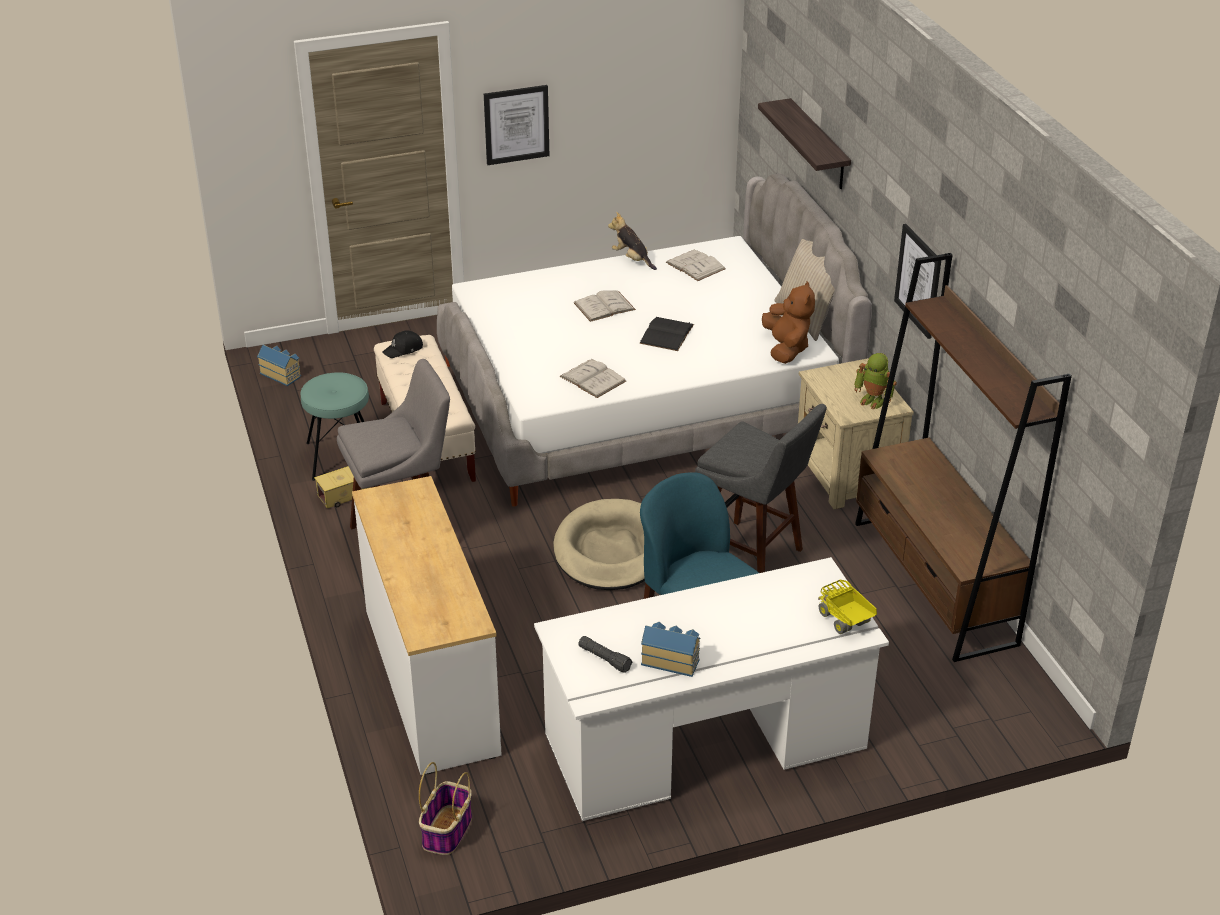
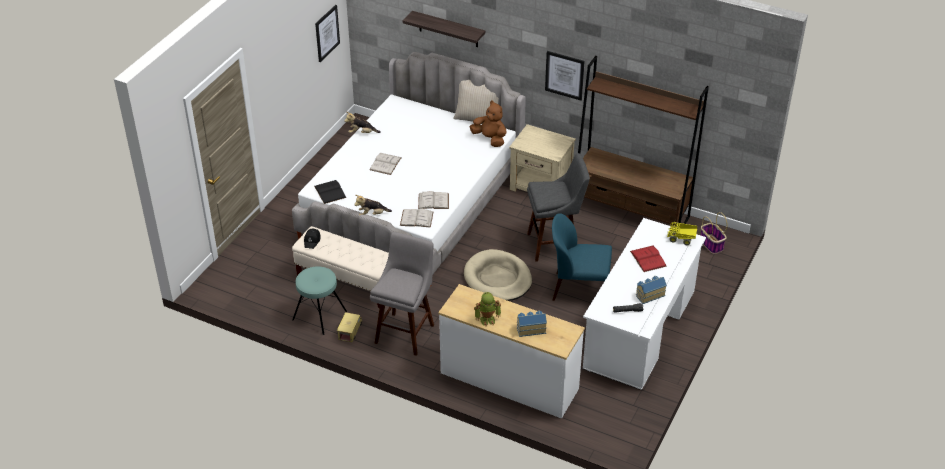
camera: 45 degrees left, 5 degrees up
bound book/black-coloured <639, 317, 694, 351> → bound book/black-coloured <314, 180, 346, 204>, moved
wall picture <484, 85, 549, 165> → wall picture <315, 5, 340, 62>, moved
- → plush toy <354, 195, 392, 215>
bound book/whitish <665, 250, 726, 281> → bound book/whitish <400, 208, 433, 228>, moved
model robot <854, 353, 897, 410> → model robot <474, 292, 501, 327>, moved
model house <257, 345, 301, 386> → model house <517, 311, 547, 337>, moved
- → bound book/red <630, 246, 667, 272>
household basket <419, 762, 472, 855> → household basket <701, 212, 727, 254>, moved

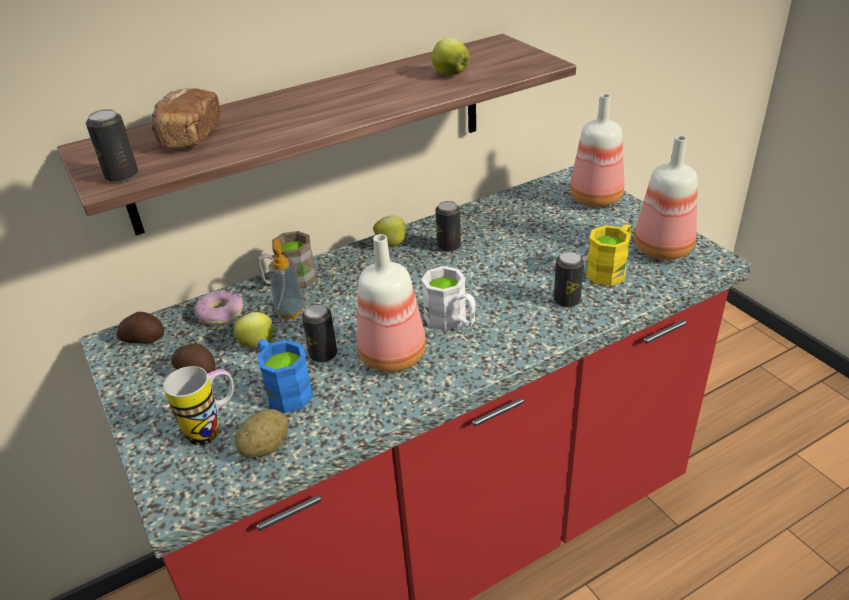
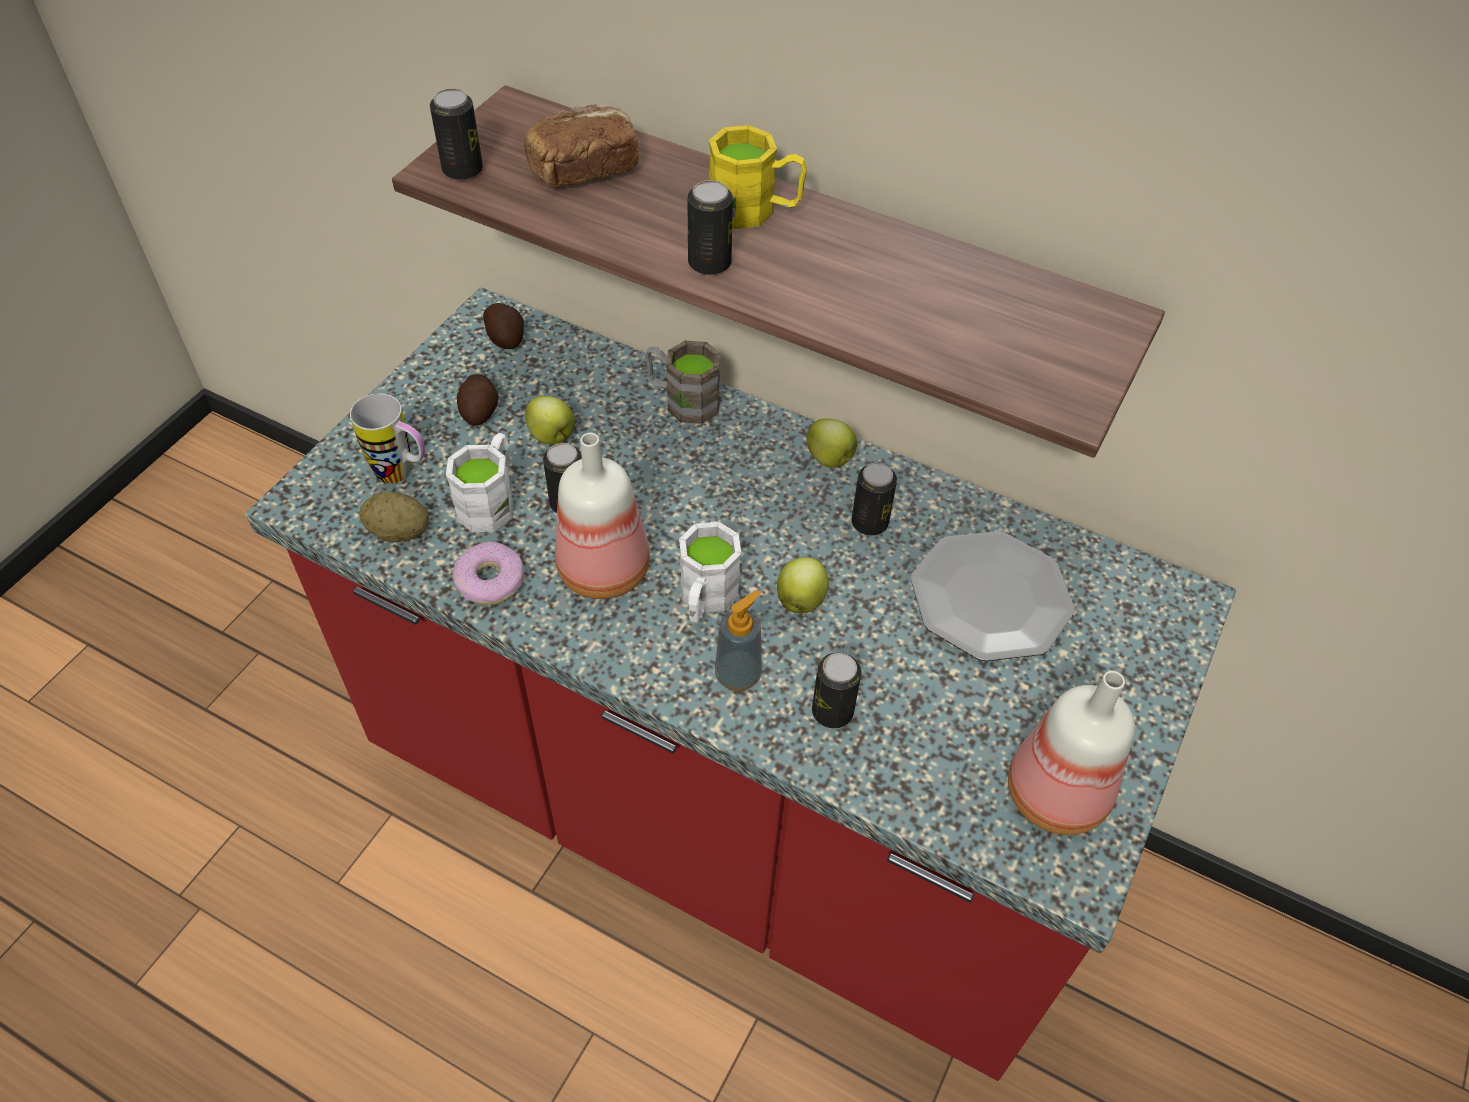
camera: 55 degrees right, 15 degrees up
coffee mug/blue-coloured <257, 339, 314, 413> → coffee mug/whitish <446, 433, 514, 532>
ring doughnut <194, 290, 243, 325> → ring doughnut <452, 541, 524, 605>, moved
- → can <687, 180, 733, 275>
coffee mug/yellowish <586, 224, 631, 286> → coffee mug/yellowish <709, 125, 807, 229>, moved
soap dispenser <268, 238, 304, 319> → soap dispenser <715, 590, 762, 692>, moved
apple fruit <432, 37, 469, 76> → apple fruit <777, 557, 829, 613>, moved
- → plate <911, 531, 1075, 661>
beverage bottle <570, 94, 624, 207> → -

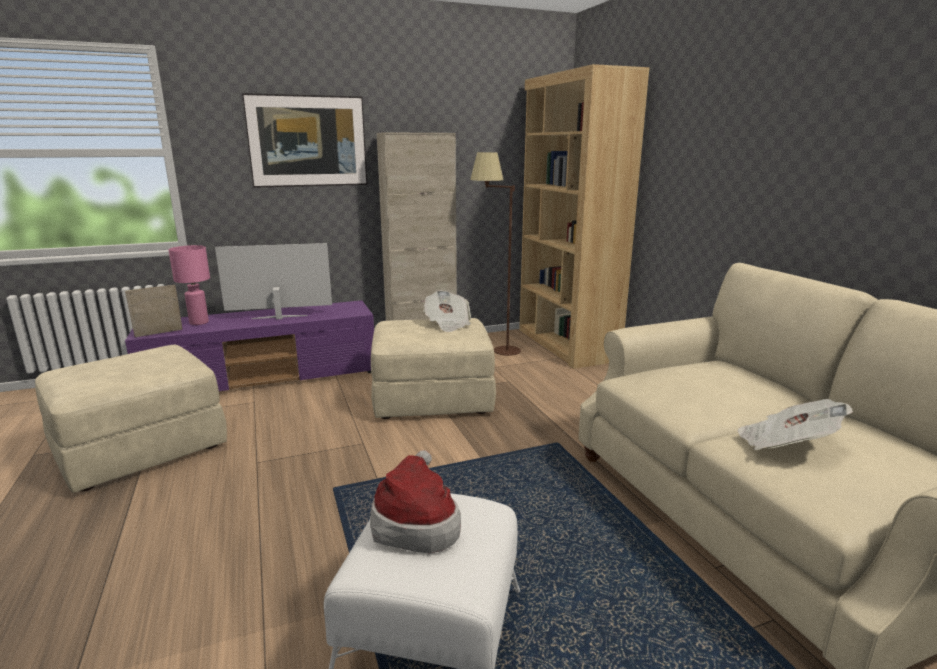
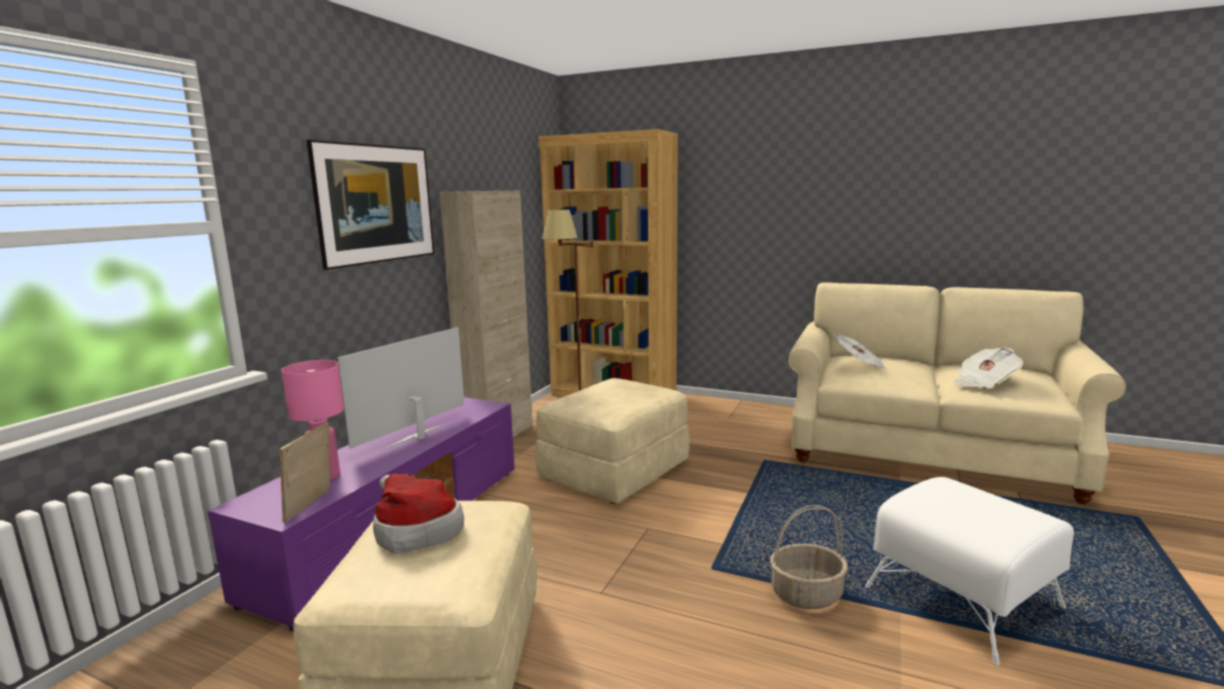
camera: 45 degrees left, 5 degrees down
wearable hat <370, 450, 461, 553> → wearable hat <373, 473, 464, 555>, moved
- → household basket <770, 505, 848, 609>
daily paper <423, 290, 471, 332> → daily paper <834, 334, 887, 370>, moved

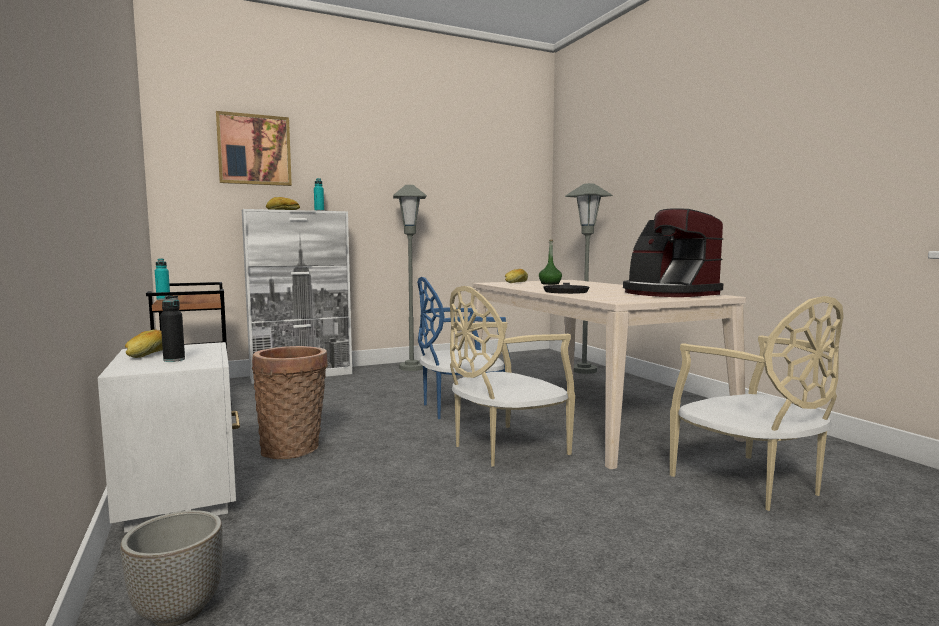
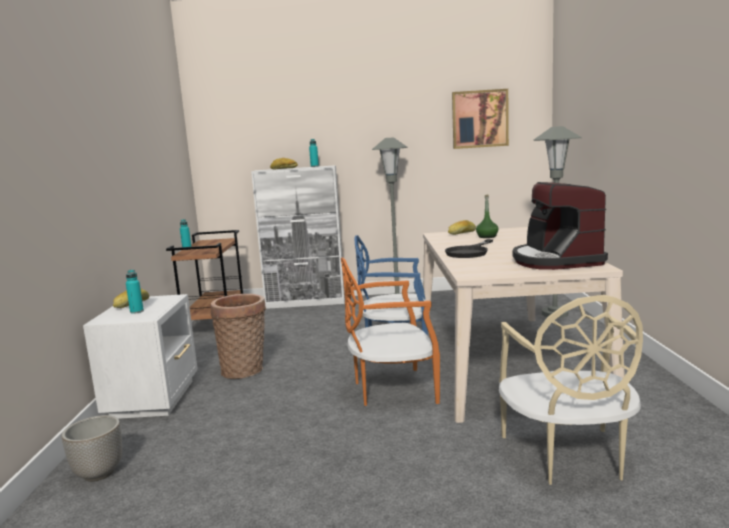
camera: 25 degrees right, 5 degrees up
beverage bottle/black-coloured <160, 295, 185, 362> → beverage bottle/blue-green <126, 270, 144, 314>
plain chair/sand-coloured <450, 286, 575, 467> → plain chair/orange-coloured <341, 258, 440, 406>
wall picture <216, 111, 292, 186> → wall picture <452, 89, 509, 149>, moved

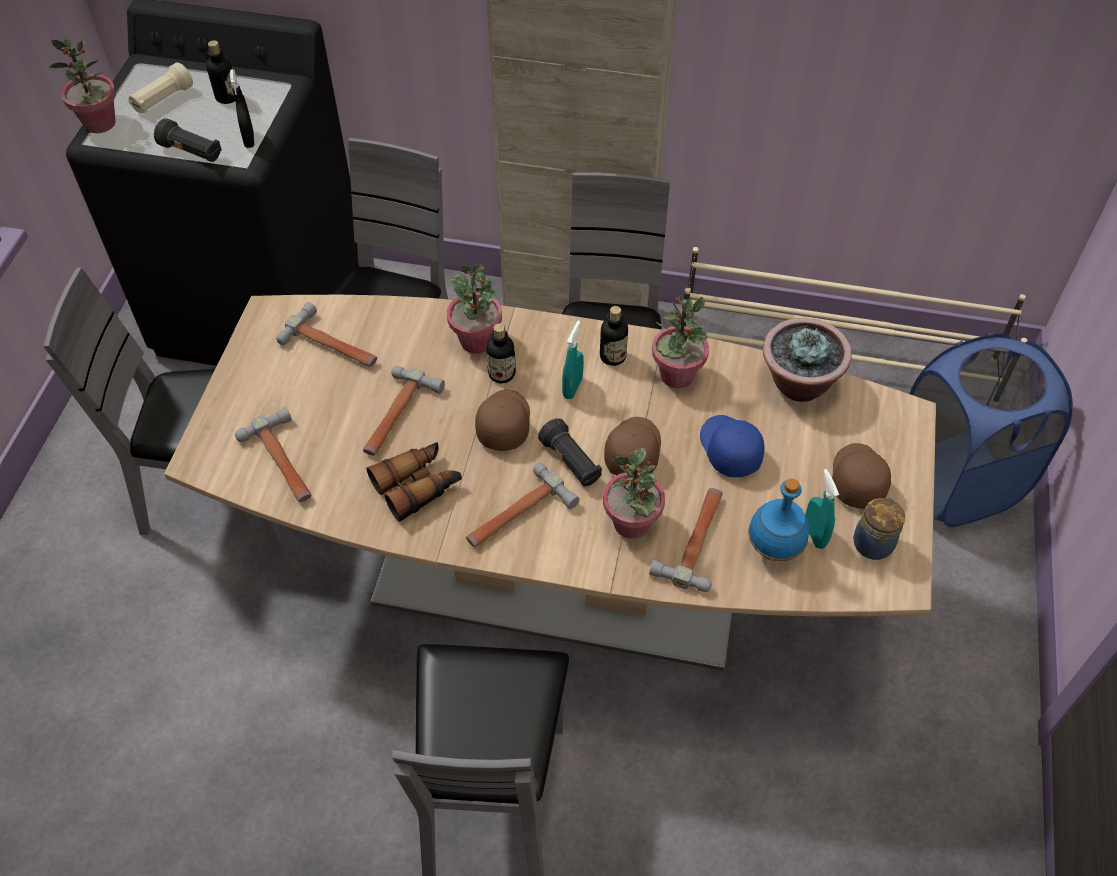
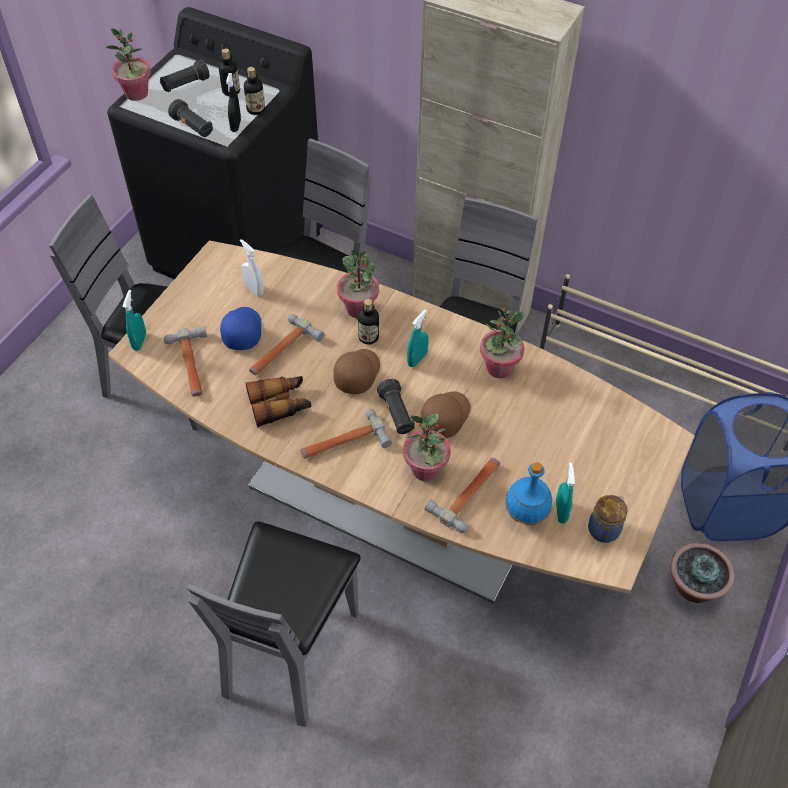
camera: 15 degrees right, 0 degrees up
- → sprayer/blue-green <123, 290, 146, 351>
hand torch/sand-coloured <129, 63, 193, 113> → hand torch/black-coloured <160, 59, 210, 92>
peaked cap/blue-coloured <700, 415, 765, 477> → peaked cap/blue-coloured <220, 307, 262, 350>, moved
tool hammer <276, 302, 377, 367> → sprayer/whitish <240, 239, 264, 296>
beverage bottle <600, 306, 628, 366> → beverage bottle <244, 67, 265, 115>, moved
houseplant <763, 318, 852, 402> → houseplant <670, 543, 734, 603>, moved
peaked cap/brownish <832, 443, 891, 509> → -

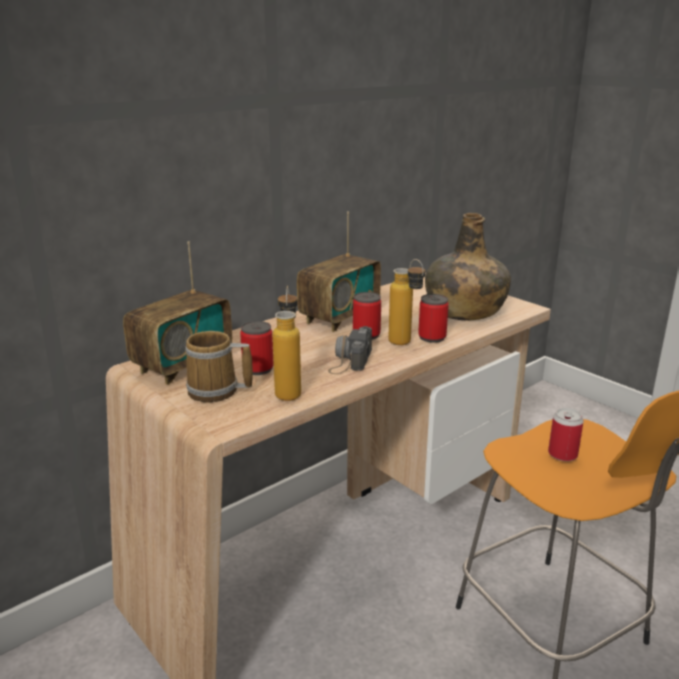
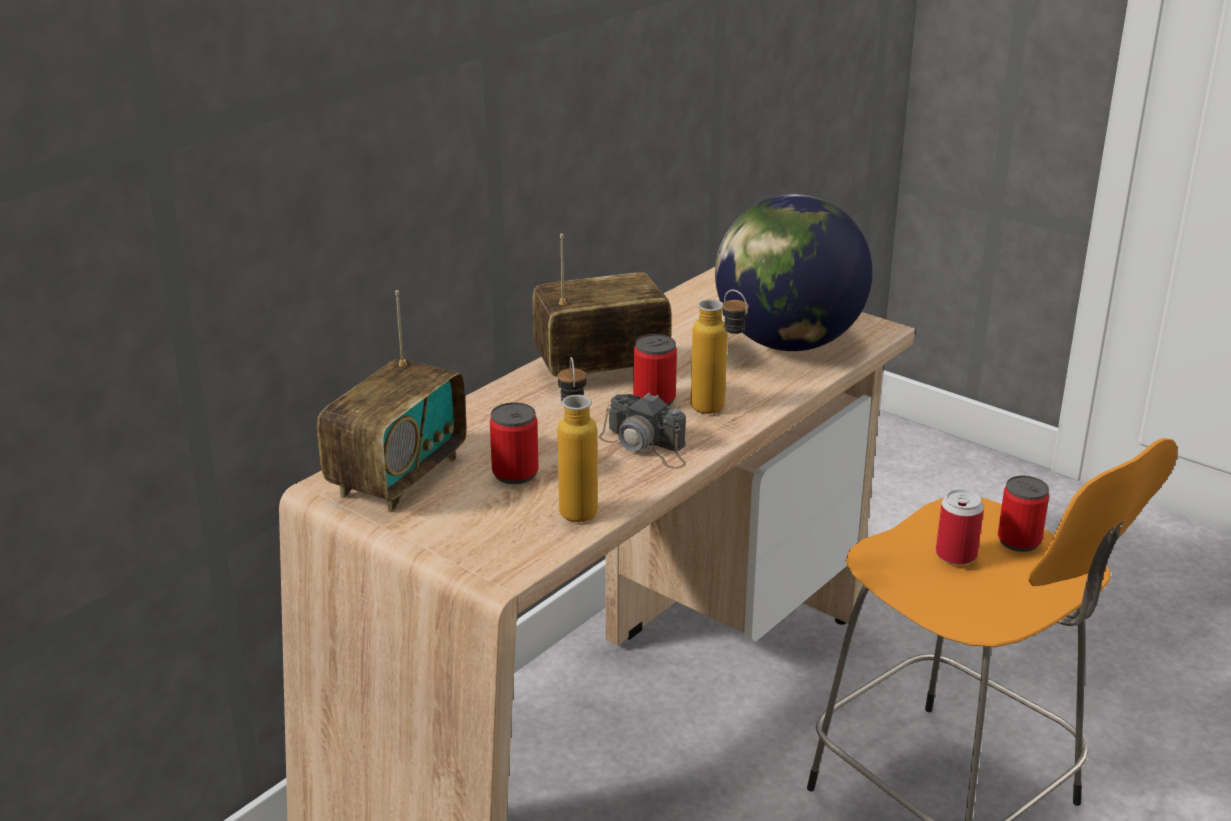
camera: 10 degrees left, 5 degrees up
radio set <297, 211, 381, 332> → radio set <532, 234, 671, 388>, 135 degrees counterclockwise
still camera <328, 326, 372, 374> → still camera <599, 392, 686, 469>, 60 degrees counterclockwise
beverage bottle/greenish <425, 213, 511, 321> → globe <715, 194, 872, 351>
can <418, 294, 449, 343> → can <998, 476, 1049, 552>, moved
coffee mug <185, 331, 253, 402> → -

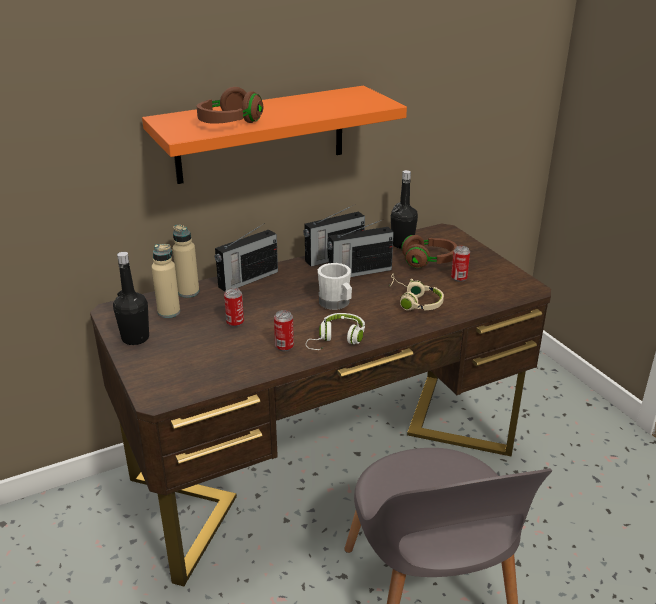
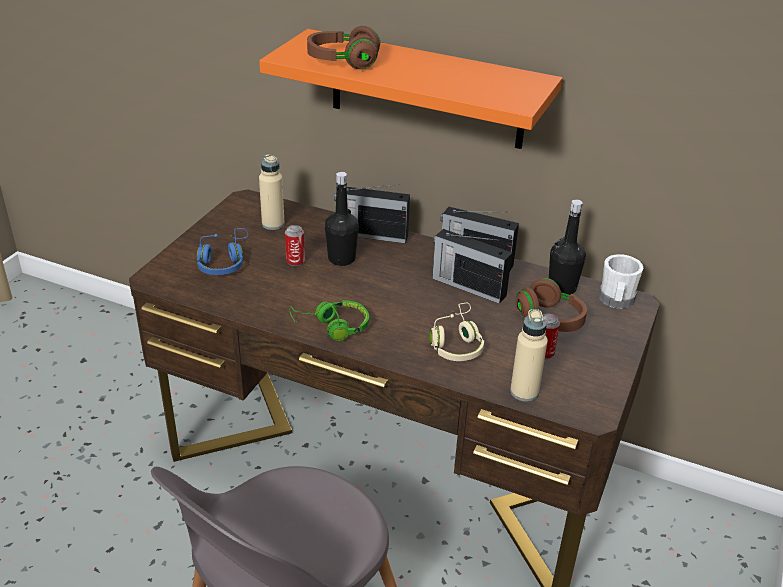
camera: 50 degrees right, 5 degrees up
- → headphones/blue-coloured <197, 228, 248, 275>
headphones/whitish <305, 313, 365, 350> → headphones/greenish <290, 300, 369, 341>
beverage bottle/black-coloured <113, 252, 149, 345> → beverage bottle/black-coloured <325, 172, 359, 266>, moved
beverage bottle/sand-coloured <173, 224, 199, 298> → beverage bottle/sand-coloured <510, 309, 548, 402>, moved
coffee mug/whitish <318, 263, 352, 310> → coffee mug/whitish <599, 254, 644, 309>, moved
can <274, 310, 294, 351> → -

